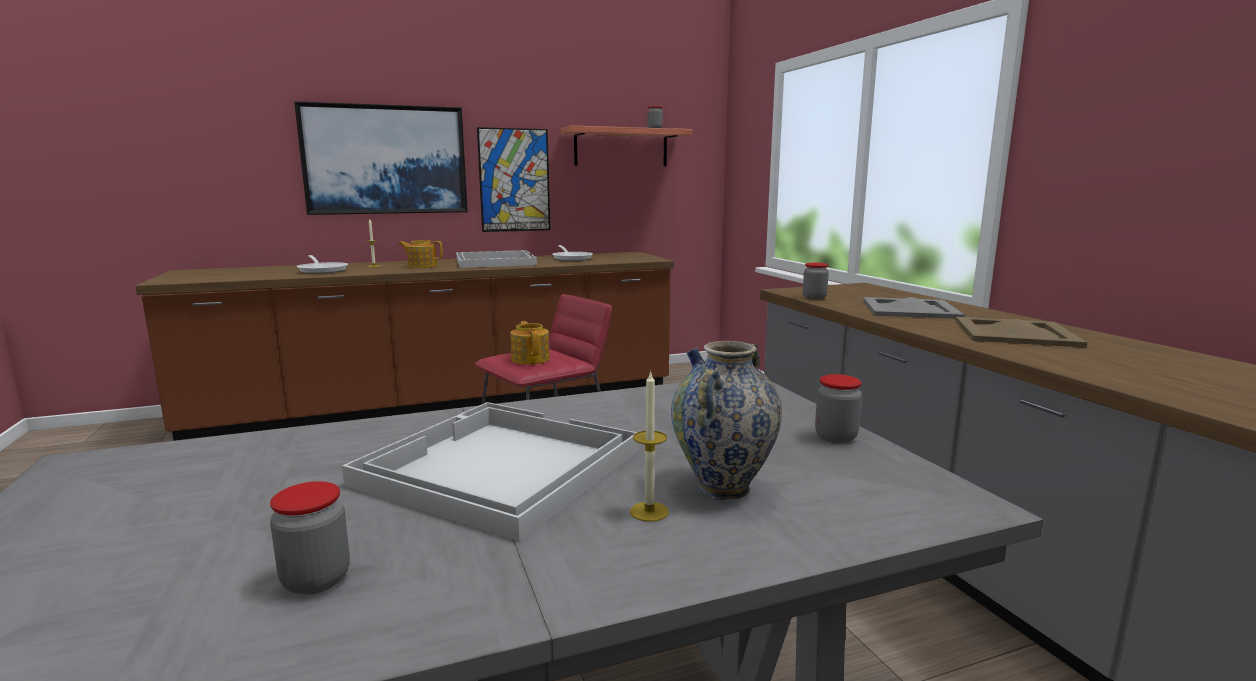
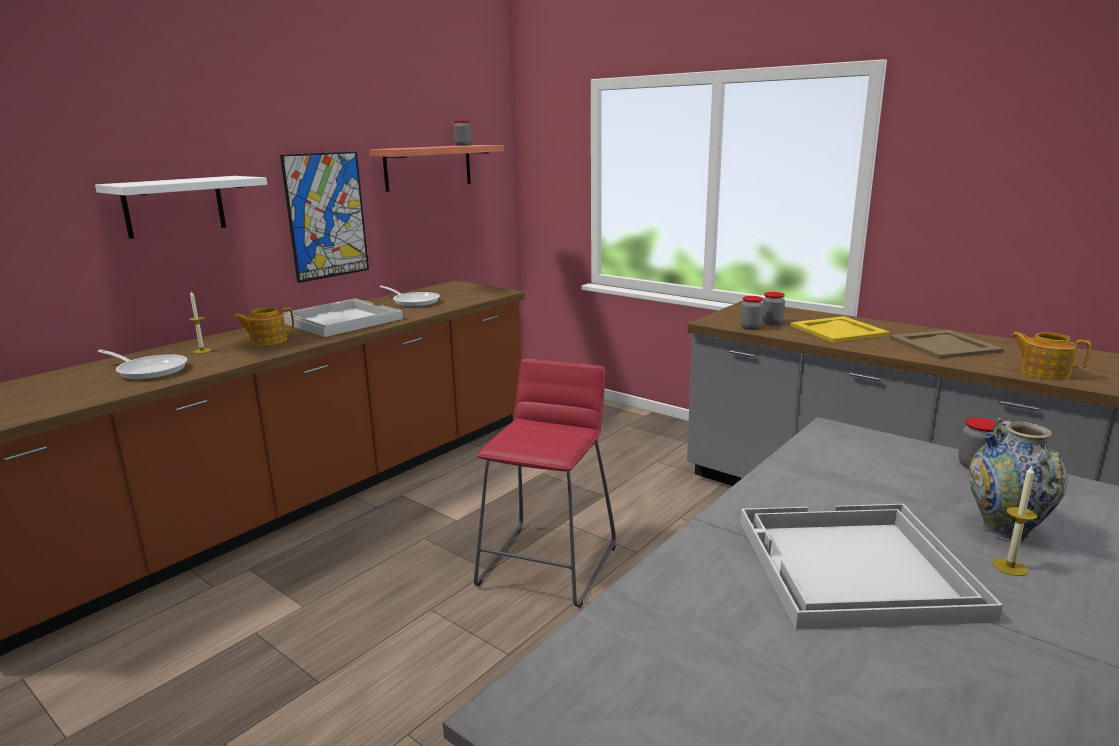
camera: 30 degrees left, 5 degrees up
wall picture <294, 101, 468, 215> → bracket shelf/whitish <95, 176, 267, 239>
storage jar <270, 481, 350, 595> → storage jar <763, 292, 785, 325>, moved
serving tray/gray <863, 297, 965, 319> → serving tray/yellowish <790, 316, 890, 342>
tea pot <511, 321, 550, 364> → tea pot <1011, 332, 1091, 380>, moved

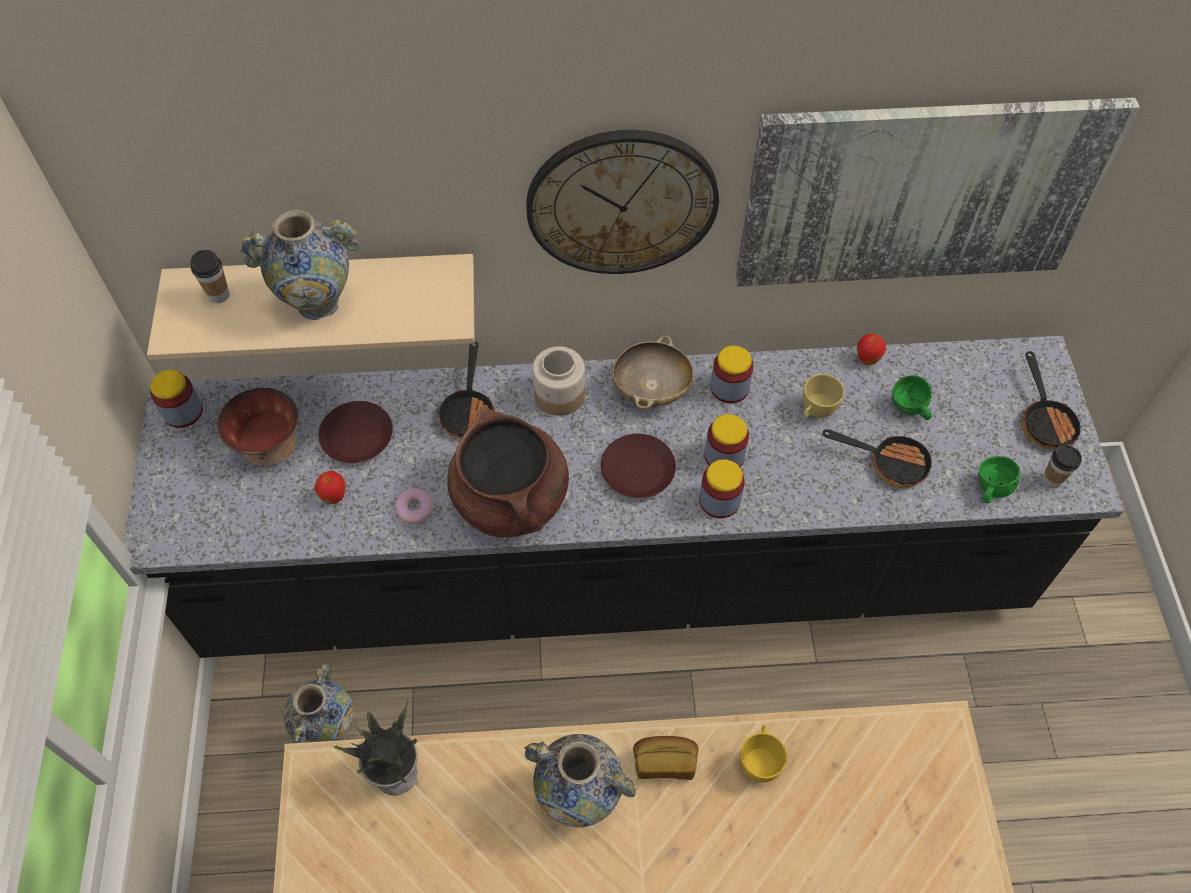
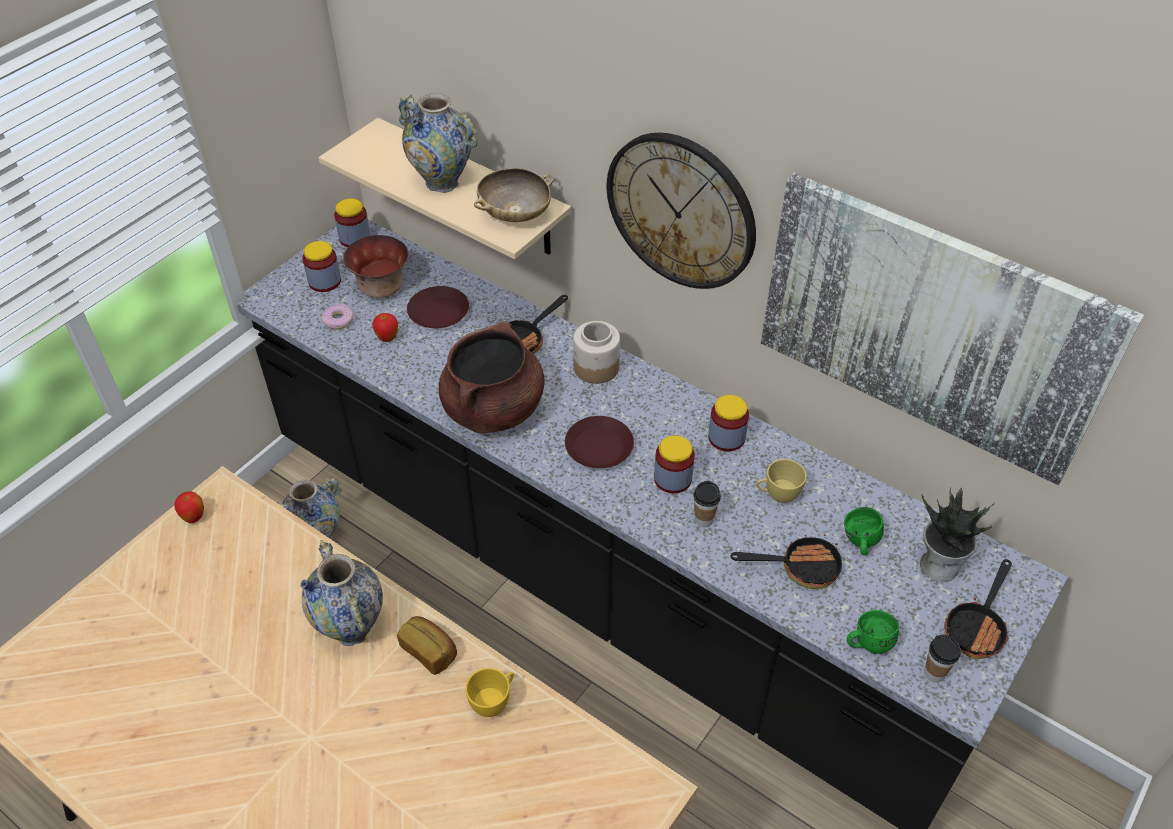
camera: 40 degrees right, 10 degrees down
apple fruit <857, 333, 886, 365> → apple fruit <174, 492, 204, 523>, moved
storage jar <699, 459, 745, 519> → storage jar <303, 241, 341, 292>, moved
ring doughnut <395, 488, 434, 524> → ring doughnut <322, 304, 354, 329>, moved
serving bowl/sand-coloured <612, 335, 694, 410> → serving bowl/sand-coloured <474, 168, 554, 222>, moved
drinking cup <191, 250, 230, 303> → drinking cup <693, 481, 721, 527>, moved
pan <823, 429, 933, 489> → pan <731, 535, 842, 589>, 60 degrees counterclockwise
houseplant <333, 700, 418, 796> → houseplant <920, 487, 995, 582>, moved

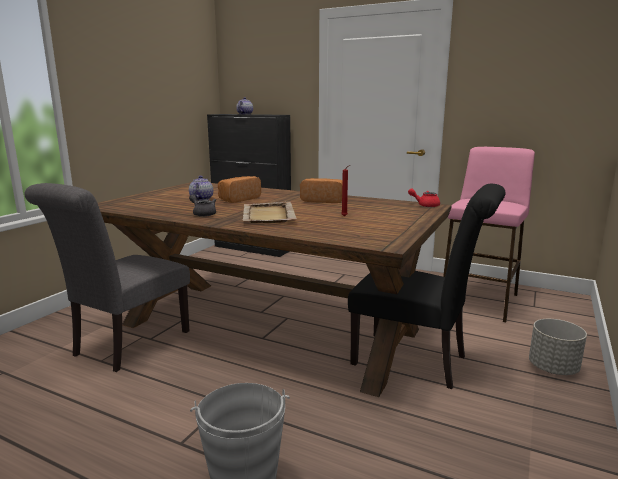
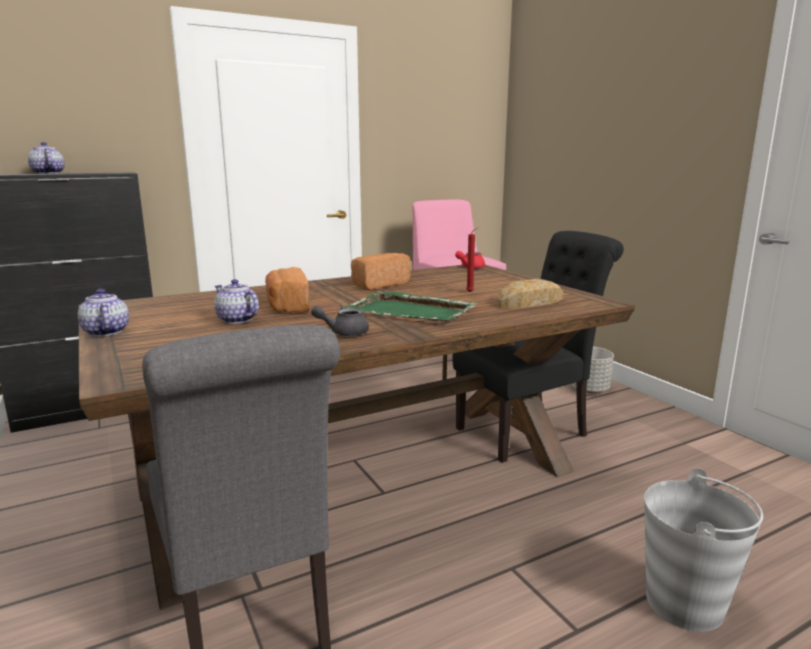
camera: 55 degrees left, 0 degrees up
- → tea pot <78, 289, 129, 337>
serving tray/sand-coloured <242, 201, 297, 223> → serving tray/greenish <345, 291, 477, 322>
- → bread <498, 279, 563, 309>

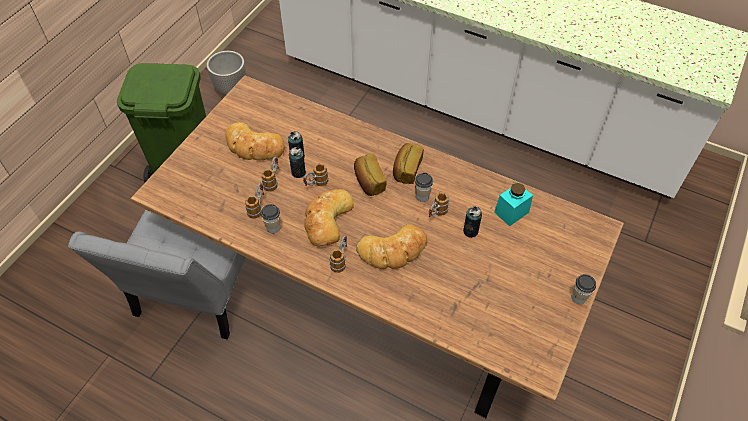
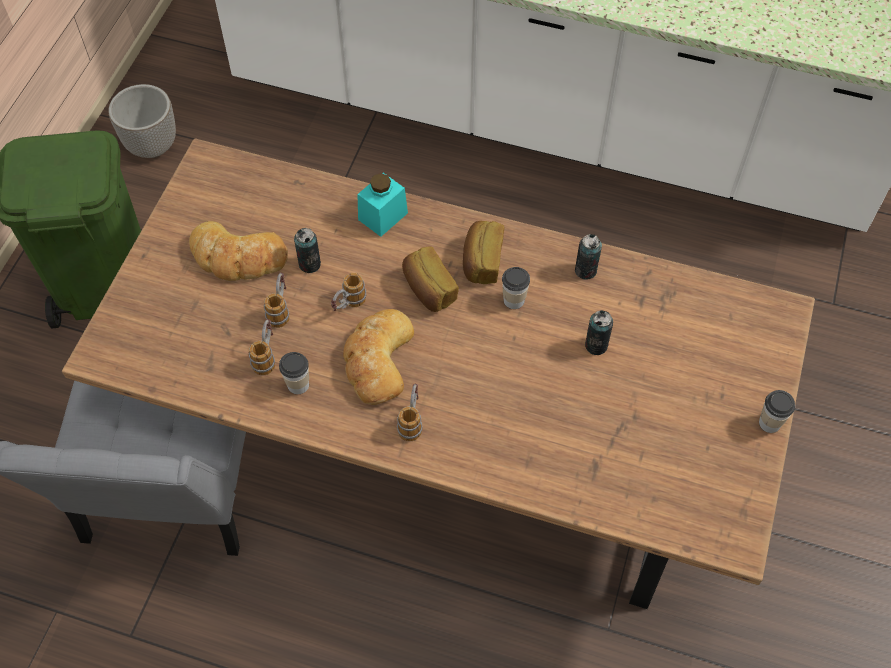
camera: 10 degrees left, 5 degrees up
storage jar/blue-green <494, 183, 533, 226> → storage jar/blue-green <357, 173, 408, 237>, moved
can <289, 147, 306, 178> → can <575, 234, 602, 280>, moved
bread <356, 224, 427, 269> → -
coffee mug <429, 192, 449, 217> → -

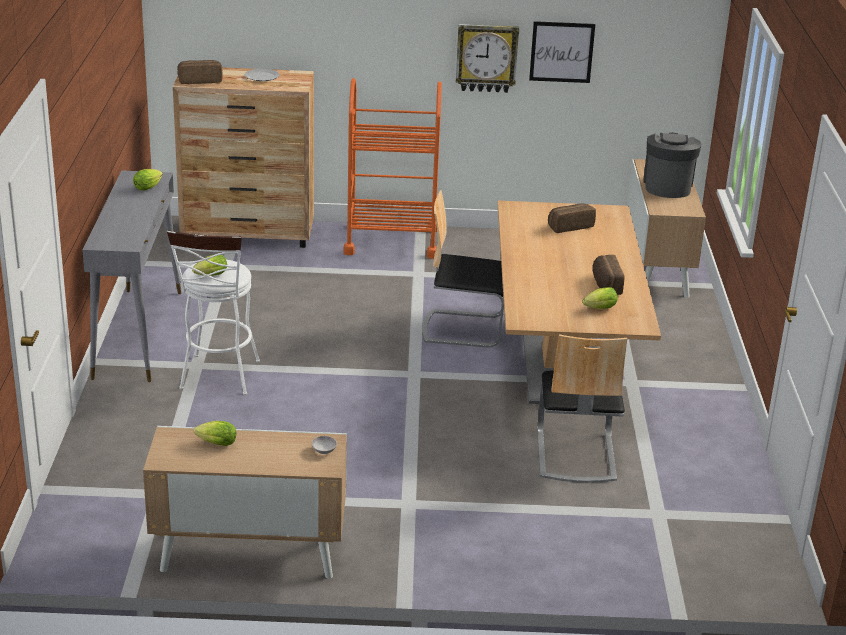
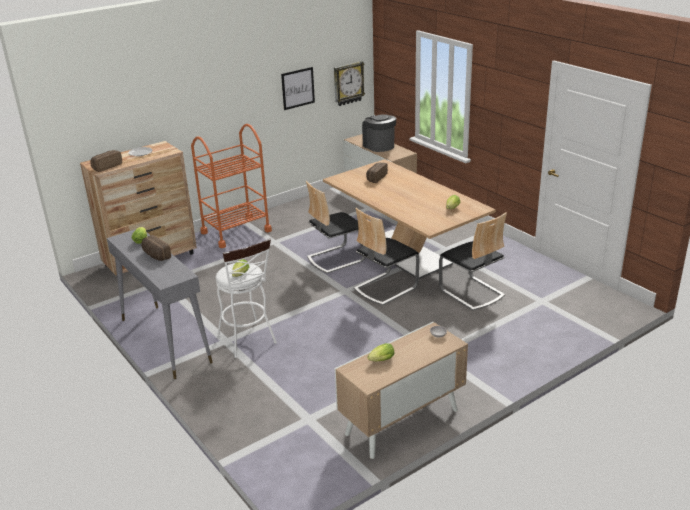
camera: 35 degrees left, 0 degrees up
bread <593, 255, 625, 295> → bread <141, 235, 171, 261>, moved
clock on the wall <456, 24, 519, 93> → clock on the wall <334, 61, 365, 106>, moved
- → plain chair <354, 208, 420, 305>

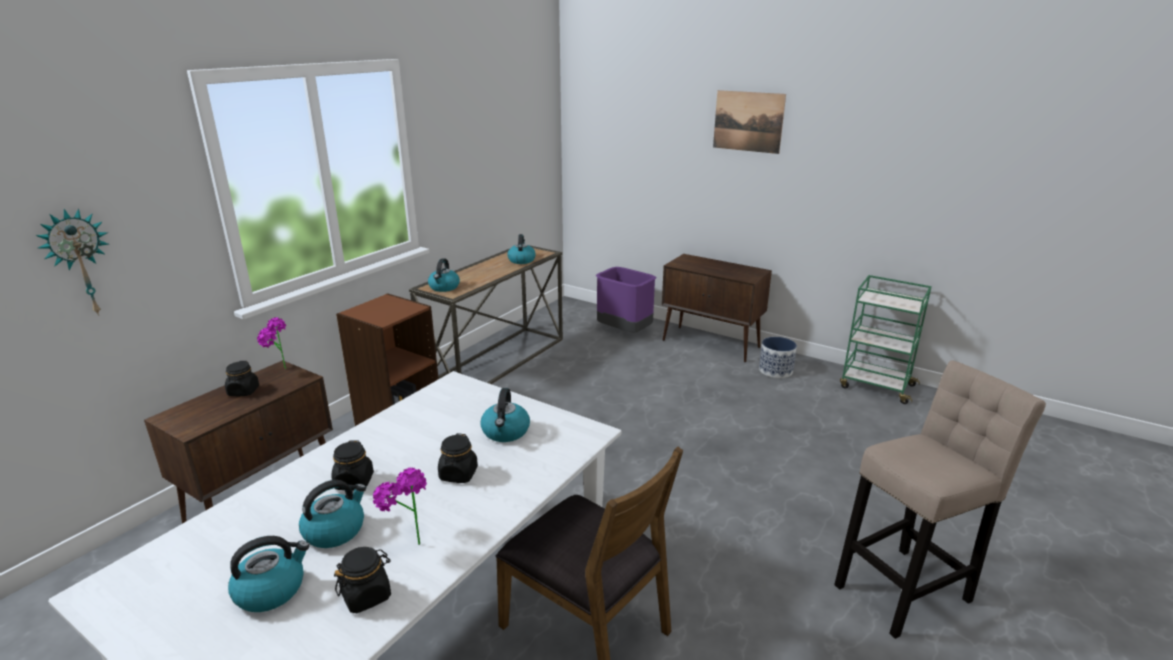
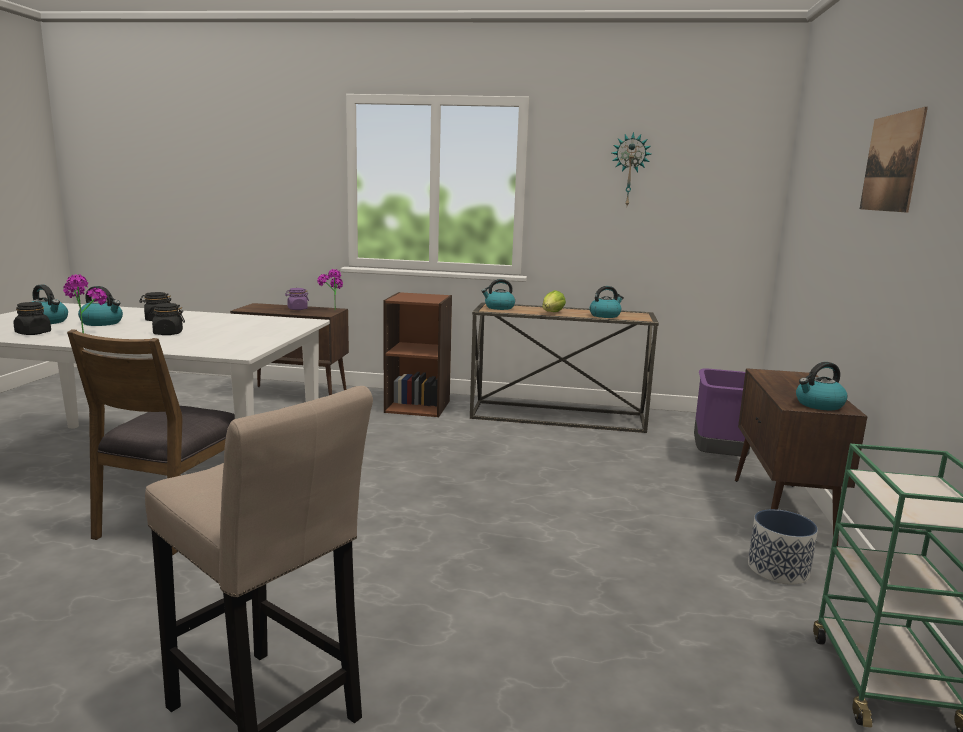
camera: 65 degrees right, 10 degrees down
storage jar/black-coloured <225, 361, 259, 396> → storage jar/purplish <285, 288, 309, 310>
- → lettuce <542, 290, 566, 312>
clock on the wall <35, 208, 109, 316> → clock on the wall <612, 132, 651, 206>, moved
kettle <480, 388, 530, 442> → kettle <796, 362, 848, 410>, moved

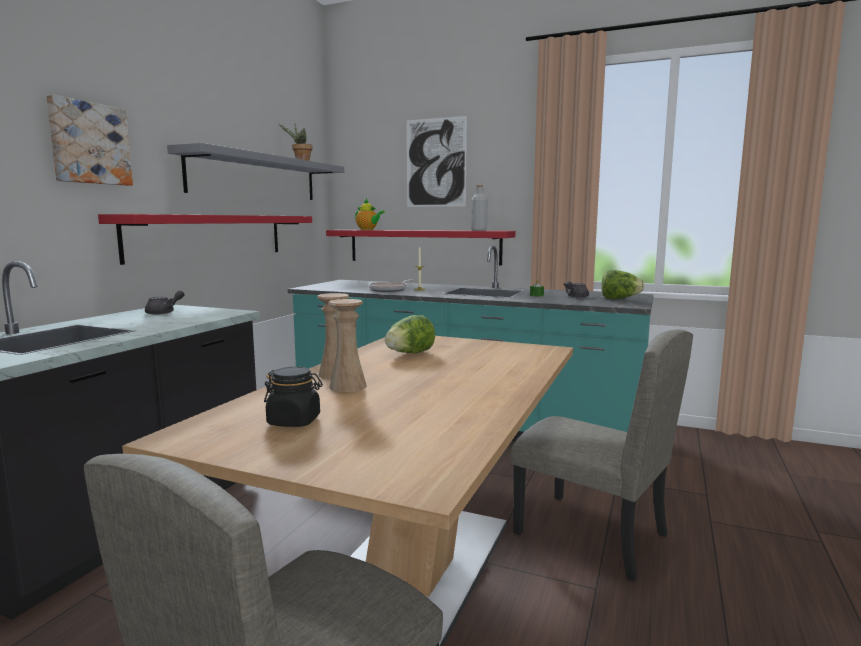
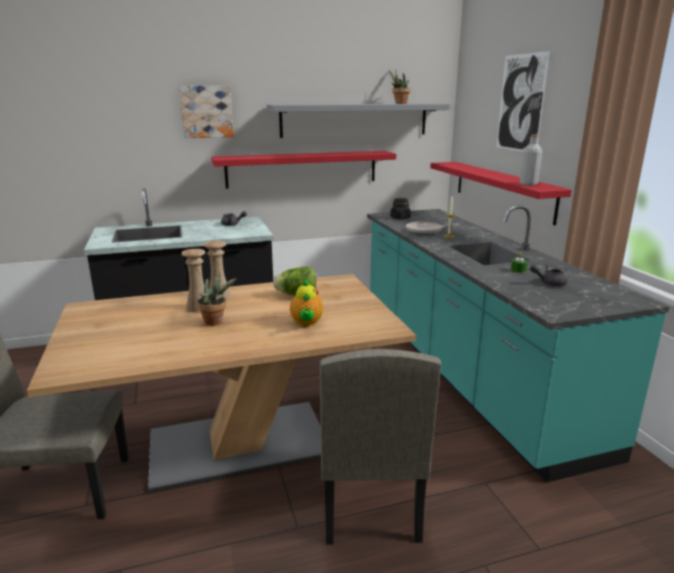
camera: 50 degrees right, 10 degrees up
- → houseplant <197, 272, 237, 325>
tea pot <355, 199, 385, 230> → tea pot <290, 279, 323, 327>, moved
storage jar/black-coloured <264, 367, 323, 427> → storage jar/black-coloured <390, 198, 411, 219>, moved
lettuce <601, 270, 644, 299> → -

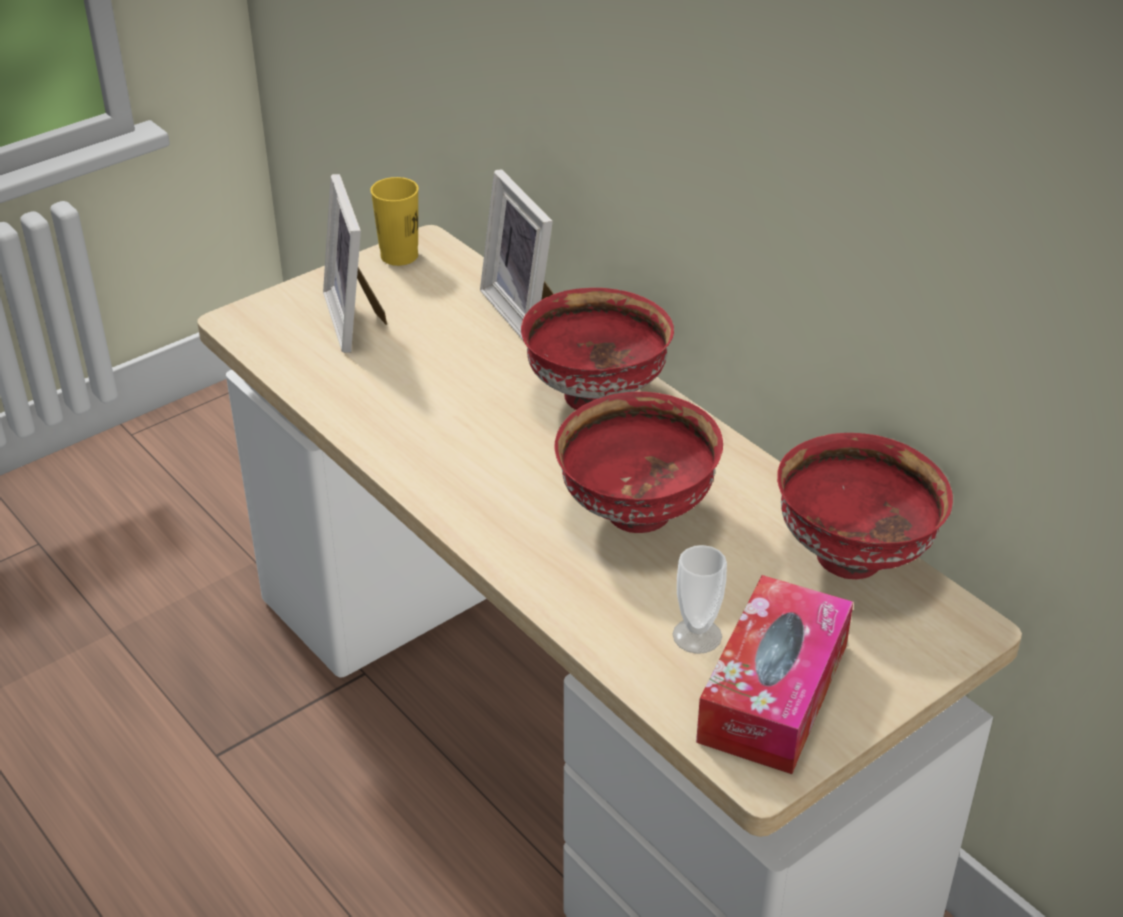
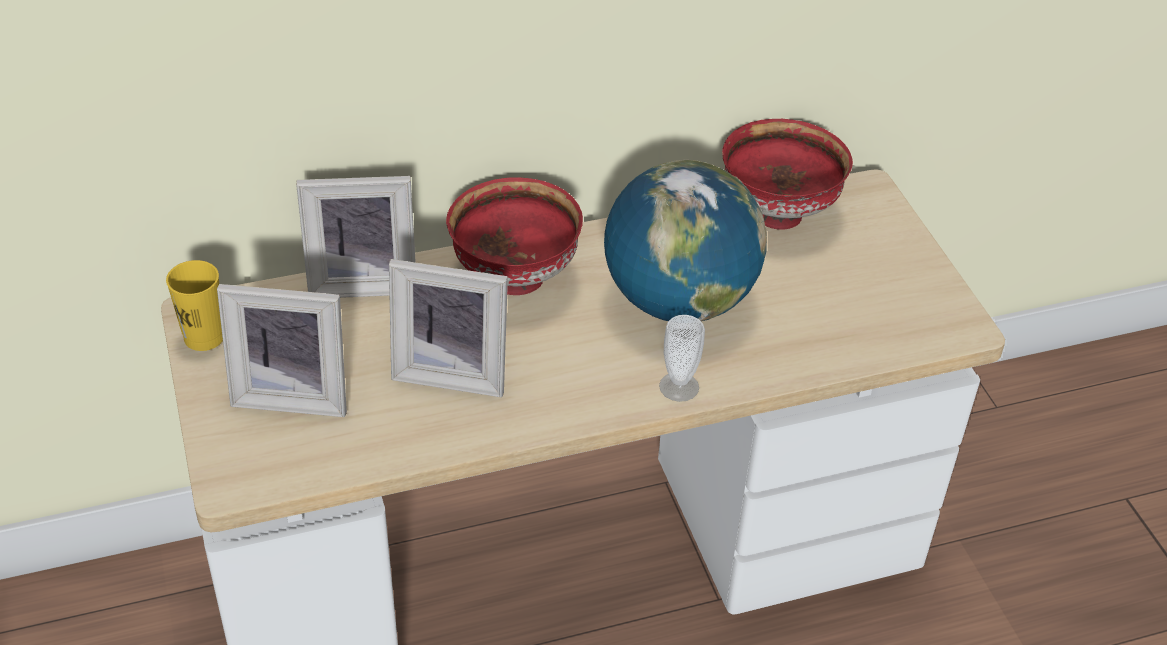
camera: 70 degrees left, 5 degrees up
- → photo frame <389, 259, 508, 397>
serving bowl/red <555, 392, 723, 533> → globe <604, 160, 767, 321>
drinking cup <673, 545, 727, 654> → drinking cup <659, 315, 705, 402>, moved
tissue box <696, 575, 853, 774> → -

